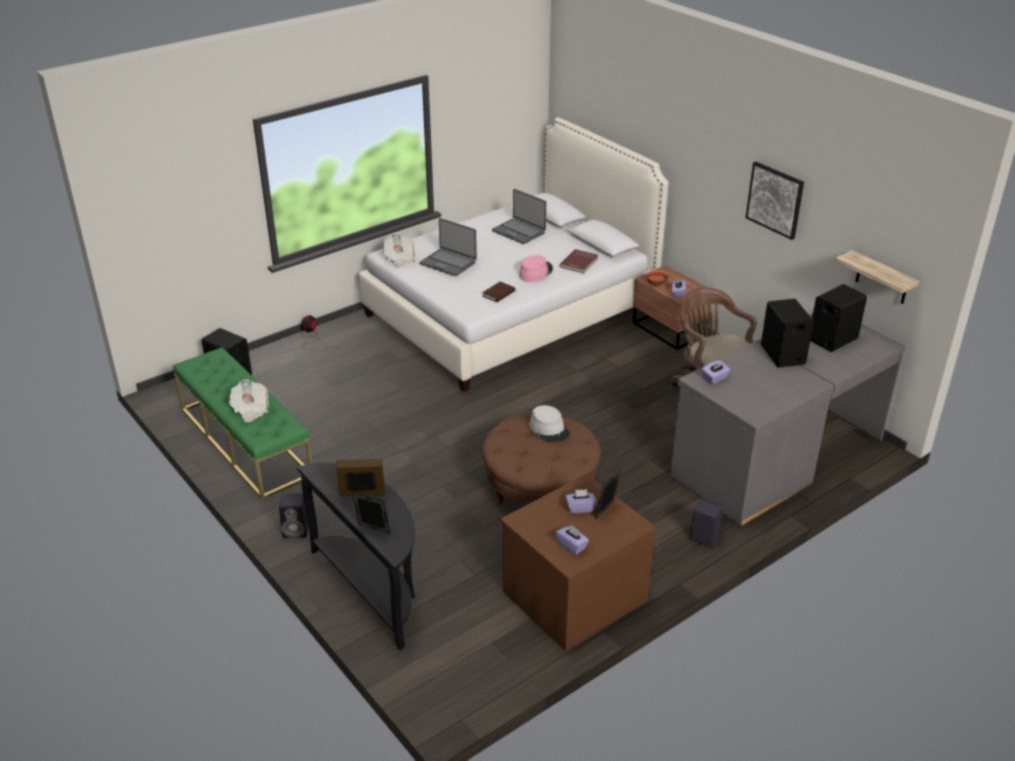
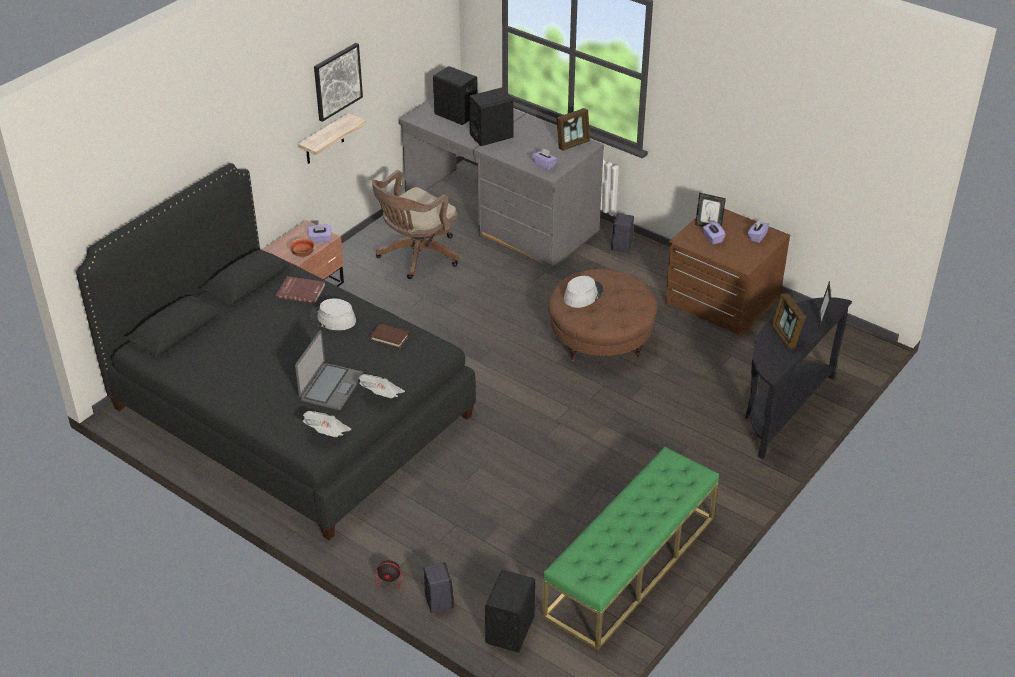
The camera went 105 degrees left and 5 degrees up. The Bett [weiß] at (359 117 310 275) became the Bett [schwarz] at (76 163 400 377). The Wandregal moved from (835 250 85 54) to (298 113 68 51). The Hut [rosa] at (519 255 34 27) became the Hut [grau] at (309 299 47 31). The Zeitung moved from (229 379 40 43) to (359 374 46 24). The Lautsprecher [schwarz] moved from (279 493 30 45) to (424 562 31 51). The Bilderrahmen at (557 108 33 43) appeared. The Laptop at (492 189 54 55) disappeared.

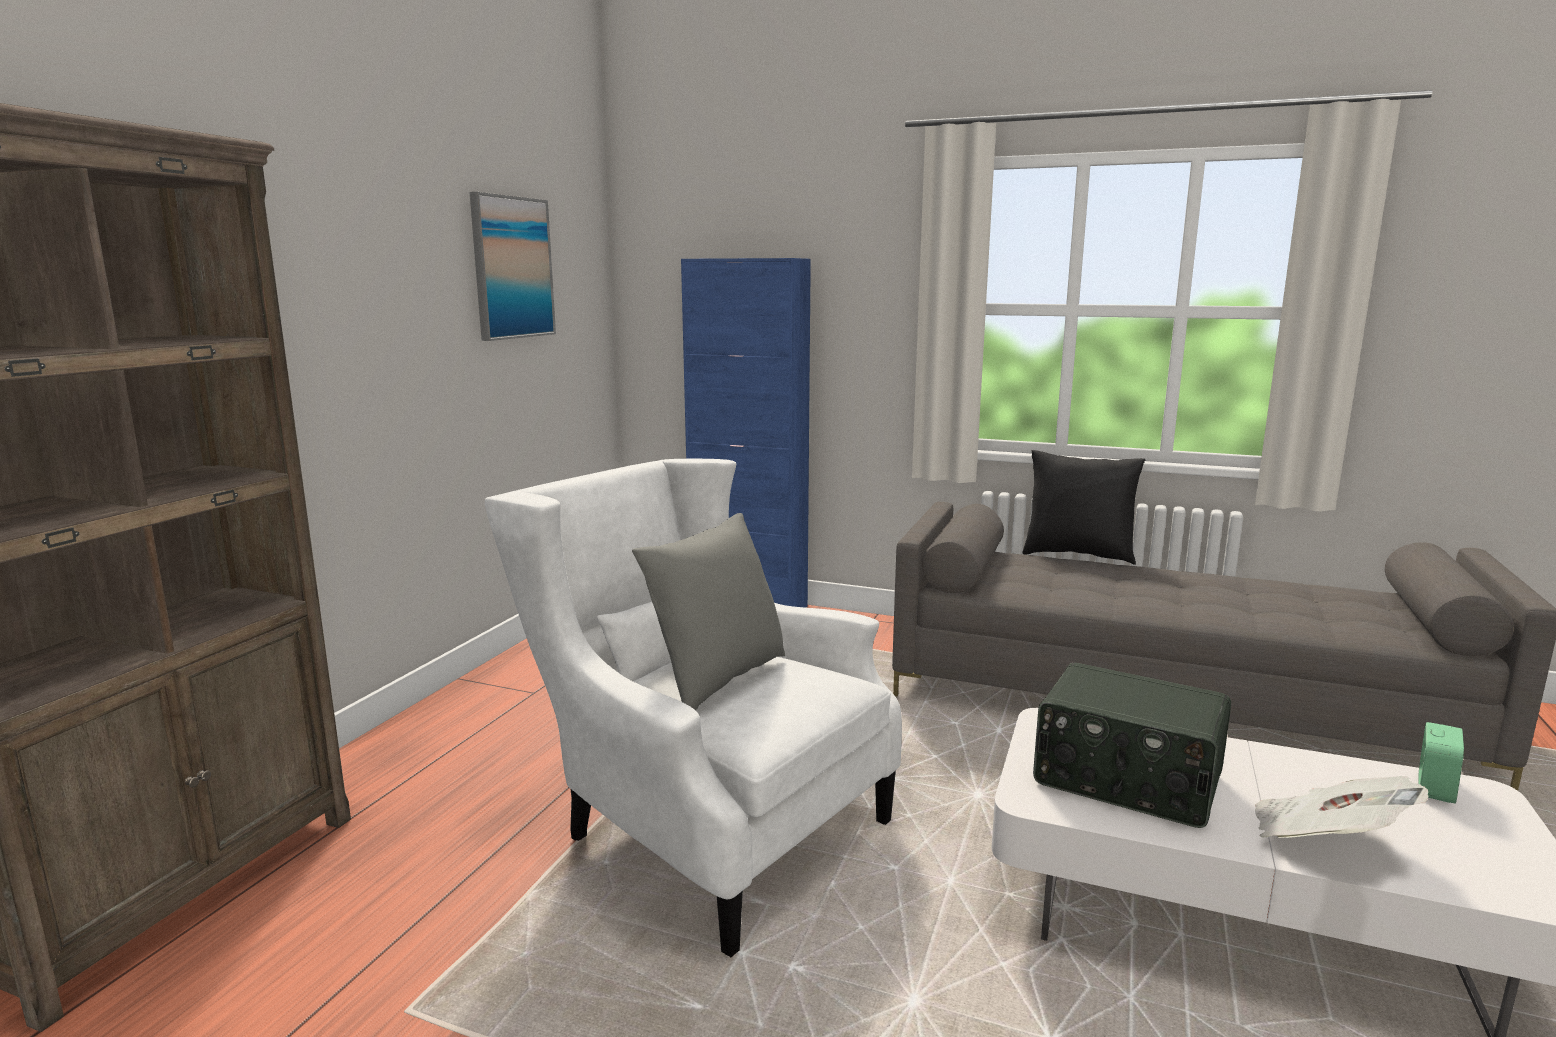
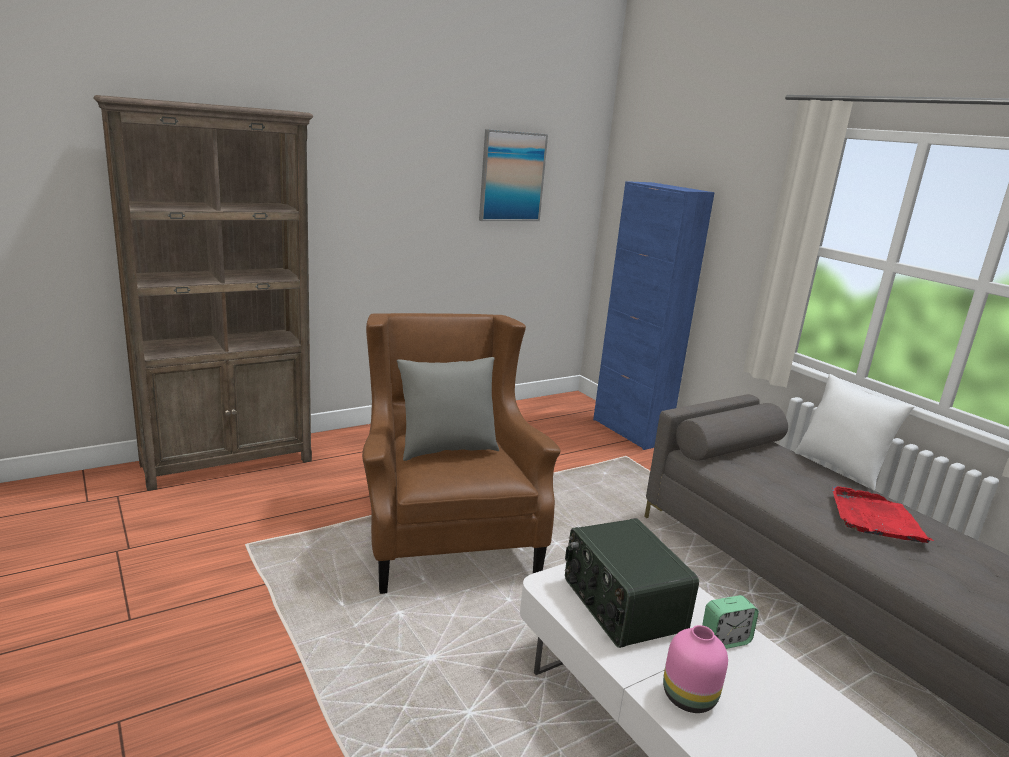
The camera went 35 degrees right and 5 degrees up. The Sessel [weiß] at (485 459 417 498) became the Sessel [braun] at (362 313 199 281). The Zeitung at (1255 776 174 62) was replaced by the Vase [rosa] at (663 625 65 88). The Wecker moved from (1418 722 46 82) to (702 595 57 54). The Kissen [schwarz] at (1022 450 123 115) became the Kissen [weiß] at (795 374 120 117). The Tablett [rot] at (832 486 102 57) appeared.

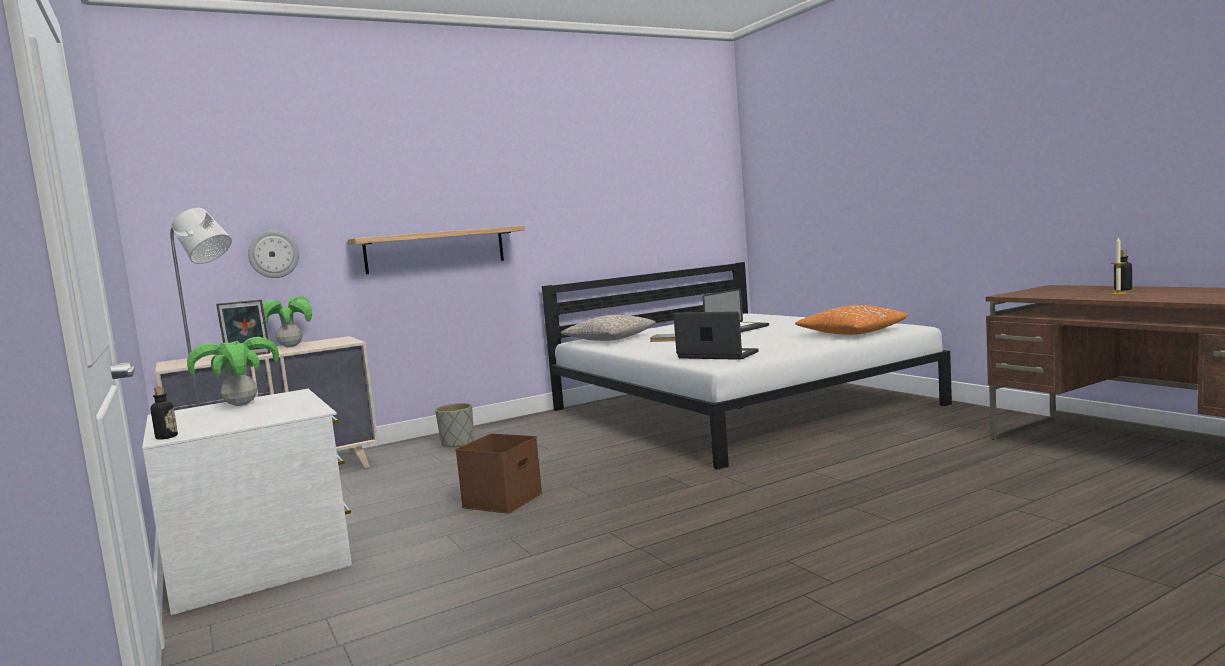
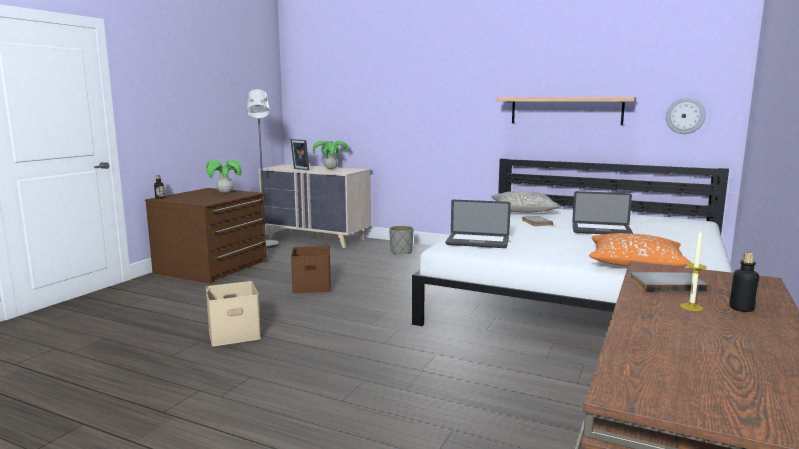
The camera went 55 degrees right and 5 degrees up. The Kommode [weiß] at (142 389 210 226) became the Kommode [braun] at (145 188 122 96). The Aufbewahrungsbox [beige] at (206 281 55 65) appeared. The Laptop at (674 311 85 49) turned 105 degrees clockwise. The Wandregal moved from (348 225 177 49) to (496 97 140 28). The Buch [grau] at (630 272 79 20) appeared. The Wanduhr moved from (248 230 51 48) to (666 98 40 36).

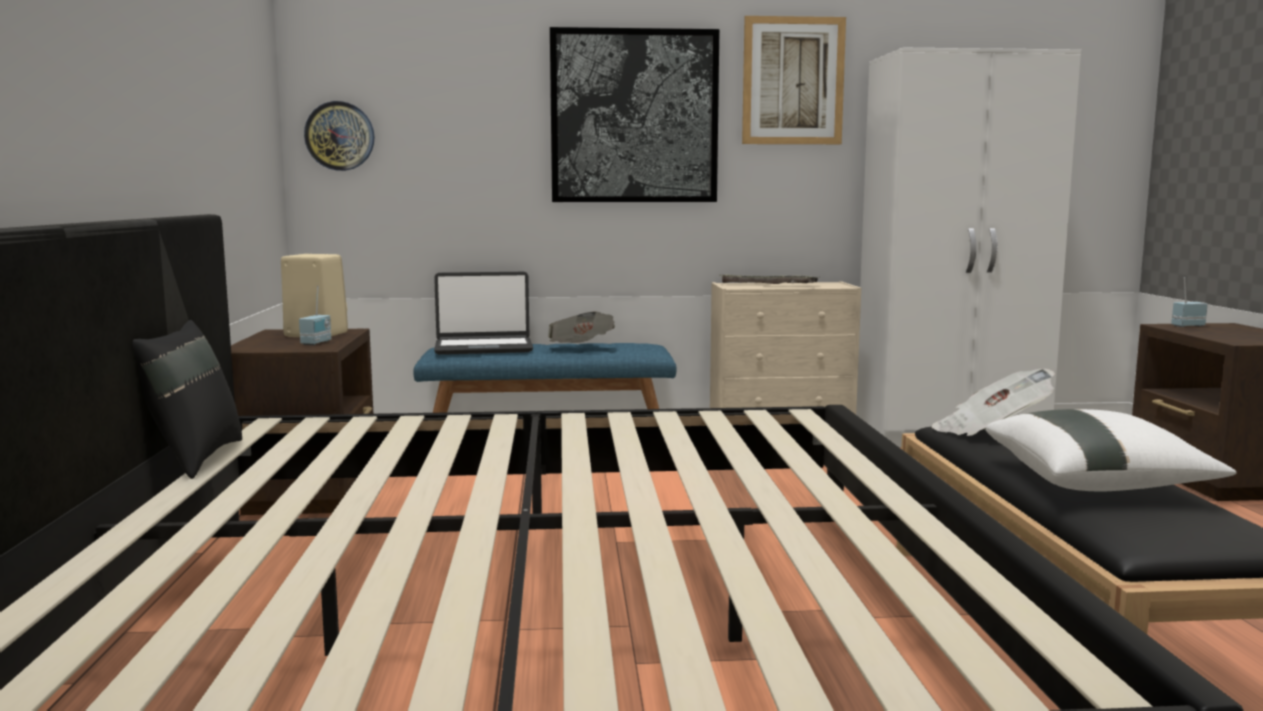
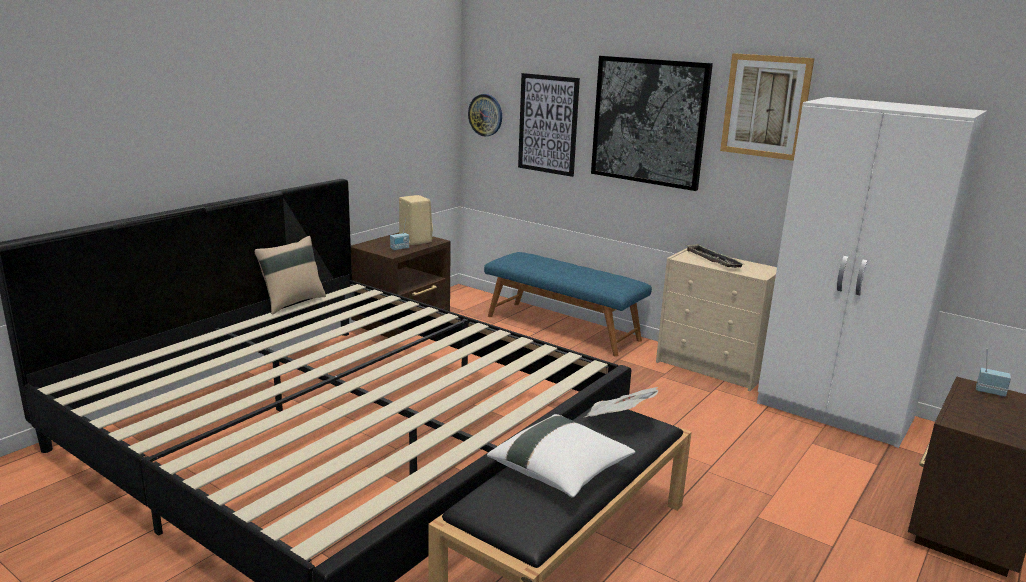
The camera went 40 degrees right and 10 degrees up. The Kissen [schwarz] at (133 320 109 159) became the Kissen [beige] at (255 236 71 79). The Bild at (518 73 62 104) appeared. The Laptop at (434 272 99 83) disappeared. The Zeitung at (548 312 67 31) disappeared.

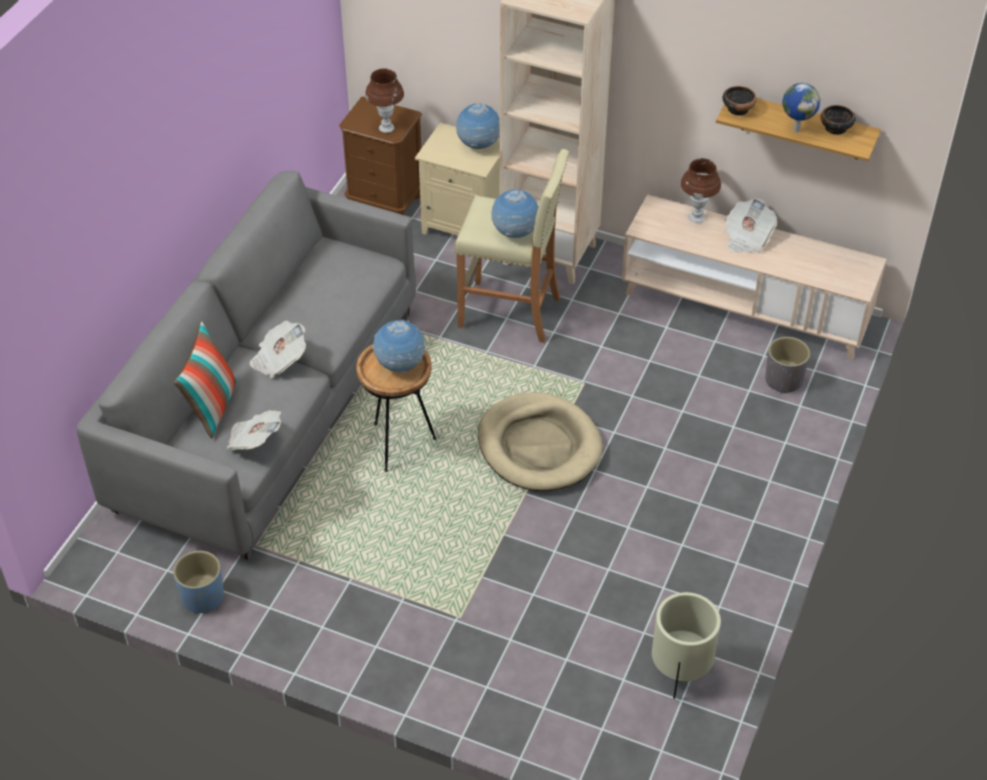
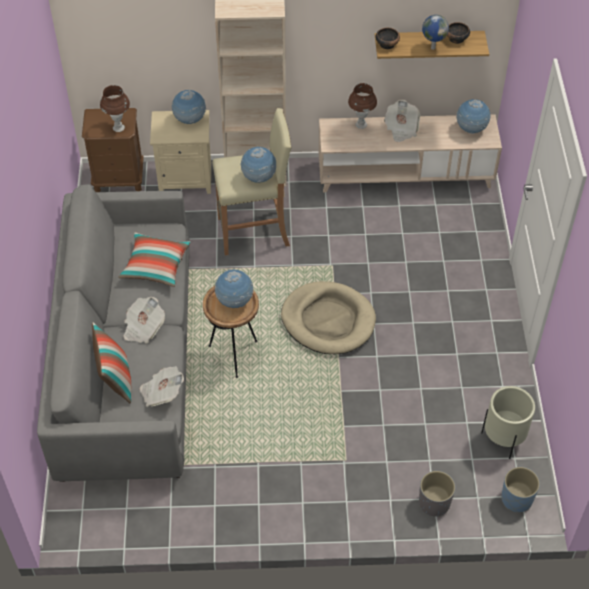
The camera went 25 degrees left and 5 degrees up. The Kissen at (118 232 72 55) appeared. The Pflanzkübel [grau] moved from (765 337 45 57) to (419 471 36 46). The Globus at (456 99 34 35) appeared. The Pflanzkübel [blau] moved from (173 551 51 63) to (501 467 39 45).

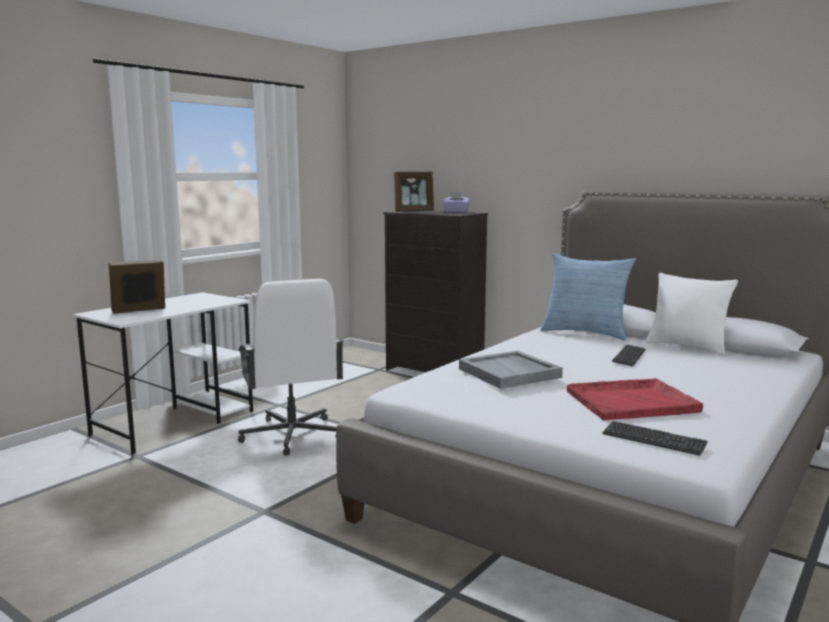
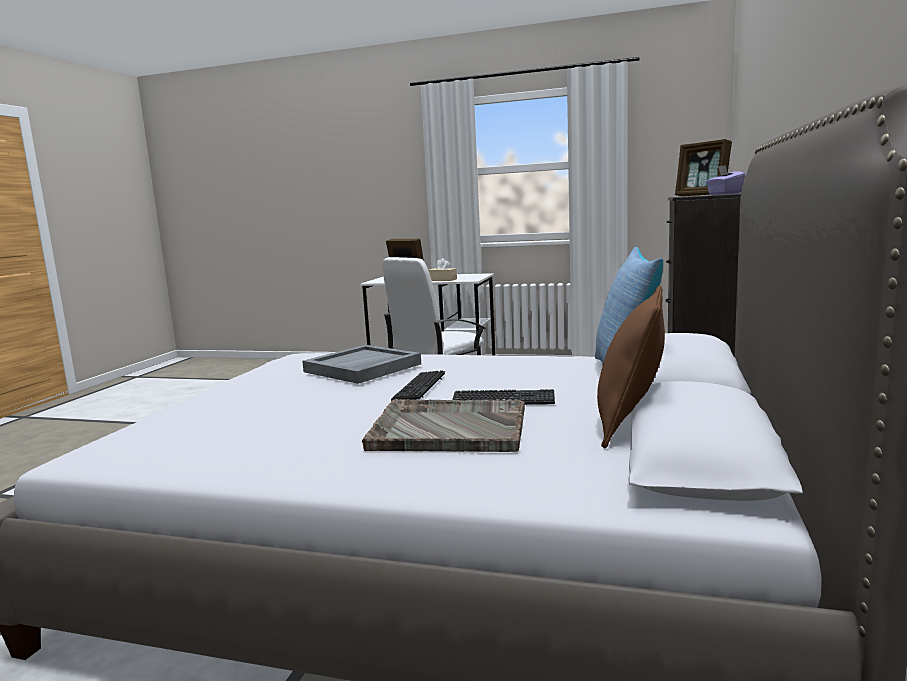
The camera went 70 degrees right and 0 degrees up. The Tablett [grau] at (362 399 163 53) appeared. The Tastatur moved from (603 421 105 35) to (391 370 54 31). The Taschentuchbox [beige] at (428 258 29 23) appeared. The Kissen [weiß] at (646 273 92 82) became the Kissen [braun] at (597 285 68 164). The Tablett [rot] at (567 378 136 42) disappeared.

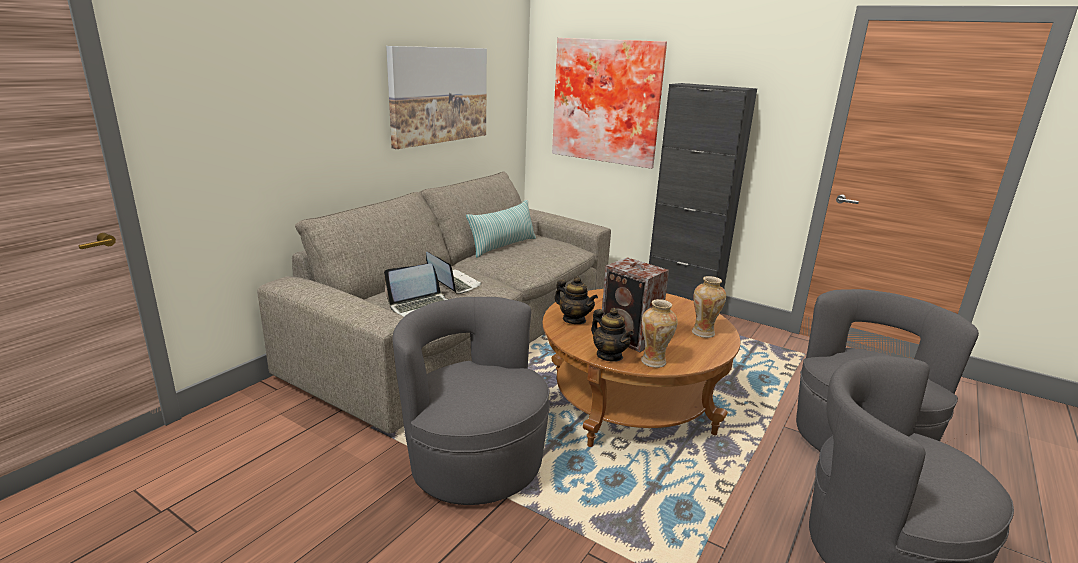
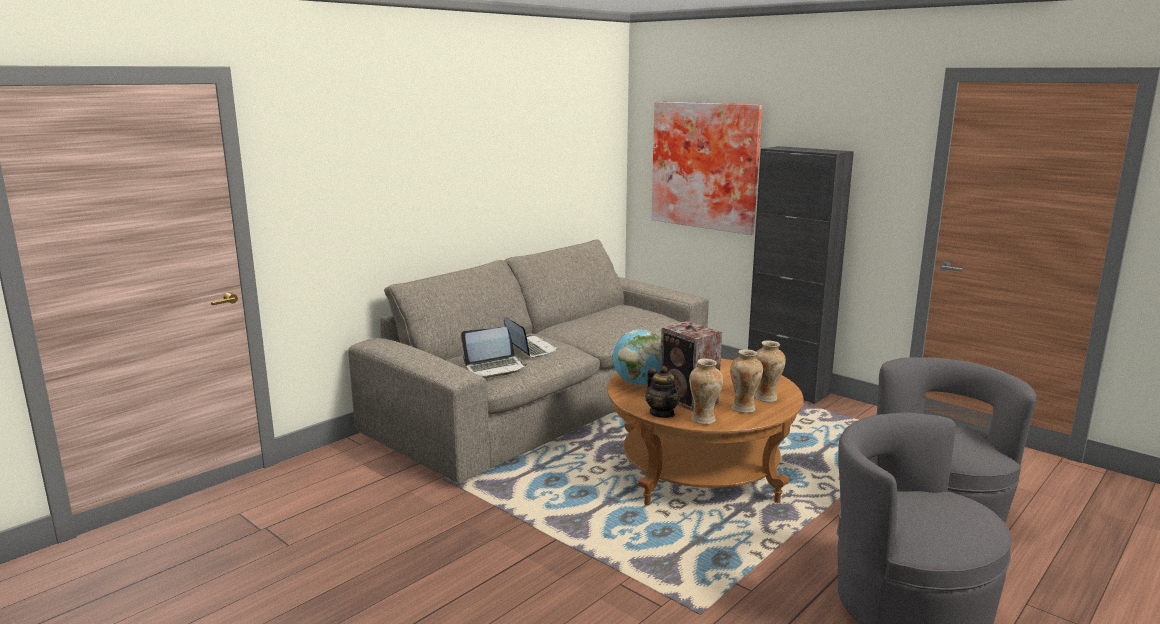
The camera went 10 degrees right and 5 degrees down. The Teekanne at (555 276 43 48) was replaced by the Globus at (612 329 49 56). The Vase at (730 349 33 64) appeared. The Bild at (386 46 101 103) disappeared. The Sessel [grau] at (393 297 157 208) disappeared. The Kissen at (466 200 70 58) disappeared.

